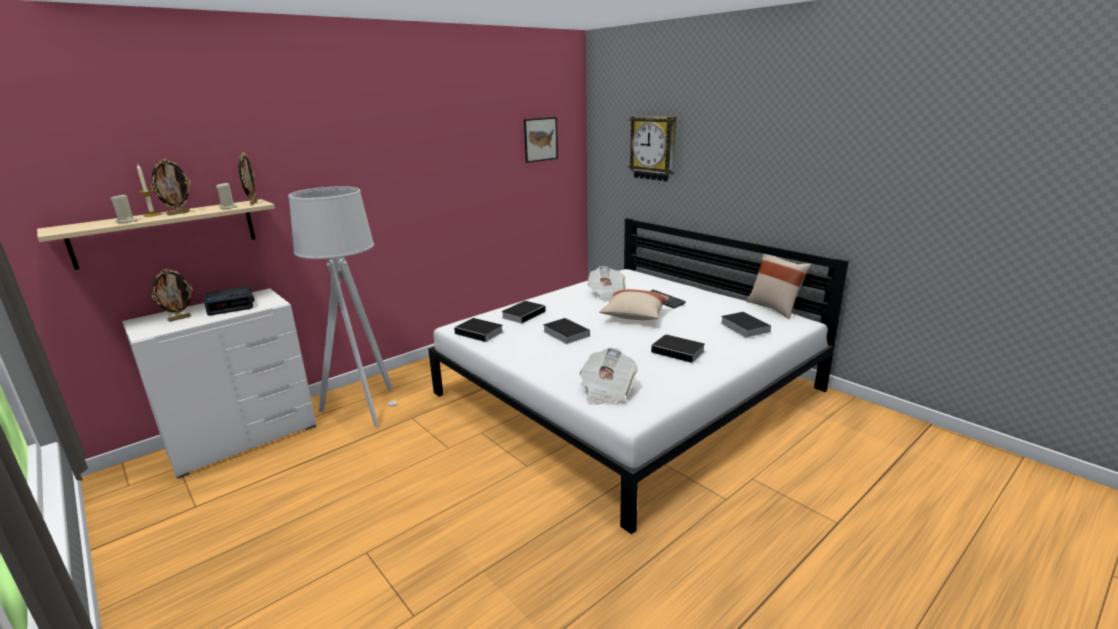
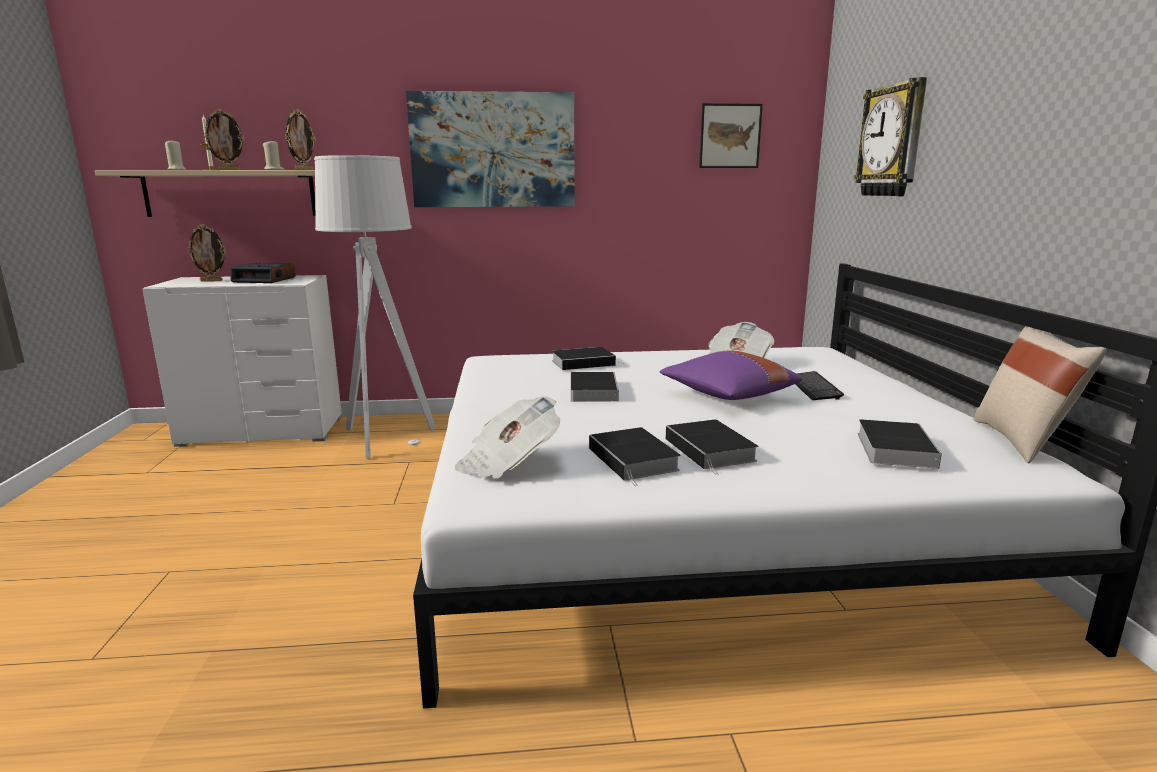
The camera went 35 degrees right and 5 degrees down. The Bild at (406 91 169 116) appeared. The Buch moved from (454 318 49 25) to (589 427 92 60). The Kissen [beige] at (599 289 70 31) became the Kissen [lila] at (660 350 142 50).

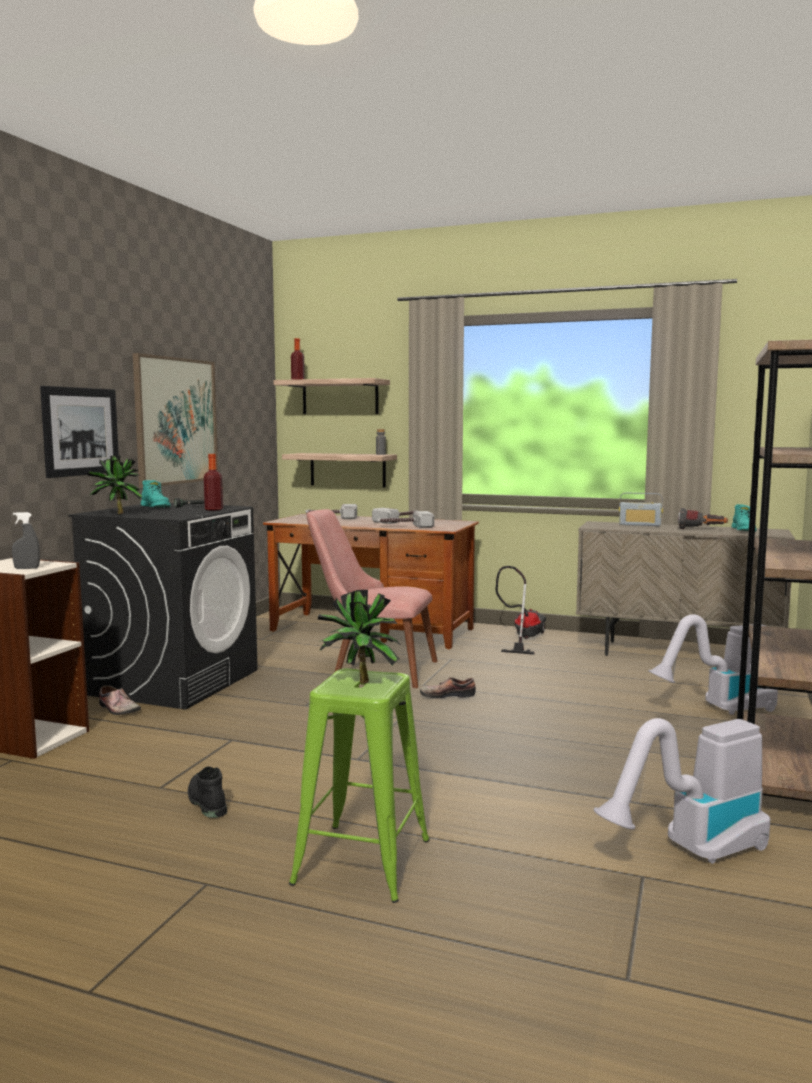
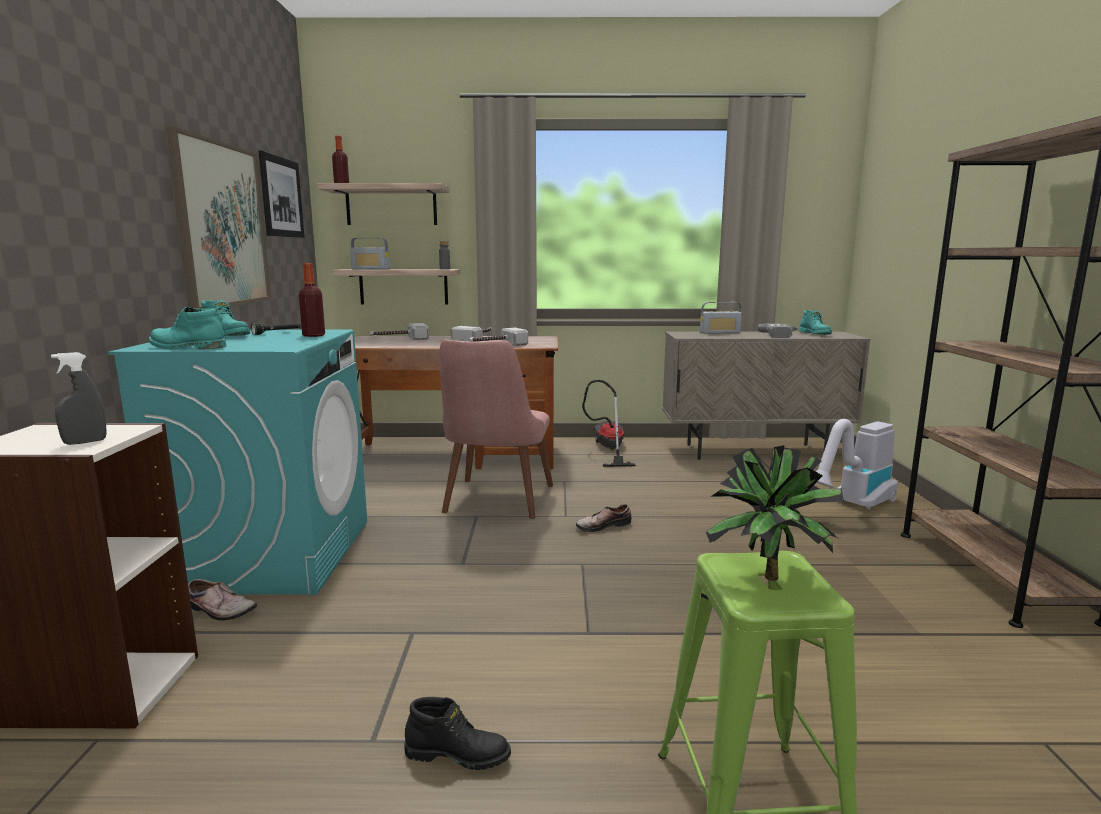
The camera went 20 degrees left and 5 degrees up. The Waschmaschine [schwarz] at (68 503 190 207) became the Waschmaschine [türkis] at (108 330 259 265). The Topfpflanze at (87 455 56 59) was replaced by the Stiefel [türkis] at (149 307 77 43). The Bild moved from (40 386 79 92) to (258 150 47 88). The Radio at (350 238 40 32) appeared. The Stiefel [schwarz] at (188 766 39 52) turned 150 degrees clockwise. The Stuhl [rosa] at (307 509 131 179) turned 75 degrees counterclockwise. The Taschenlampe at (678 508 50 21) was replaced by the Bohrmaschine at (757 323 41 15). The Staubsauger at (594 718 176 146) disappeared.

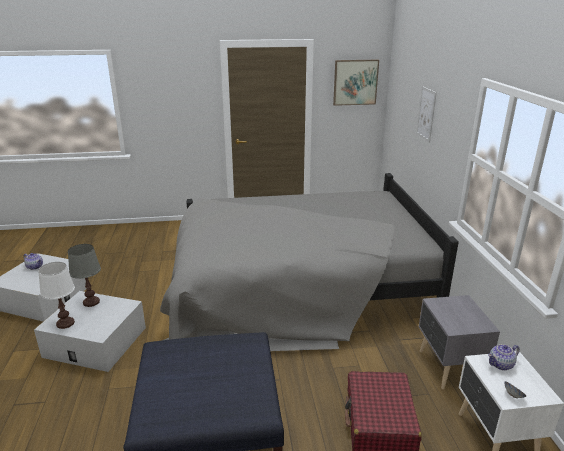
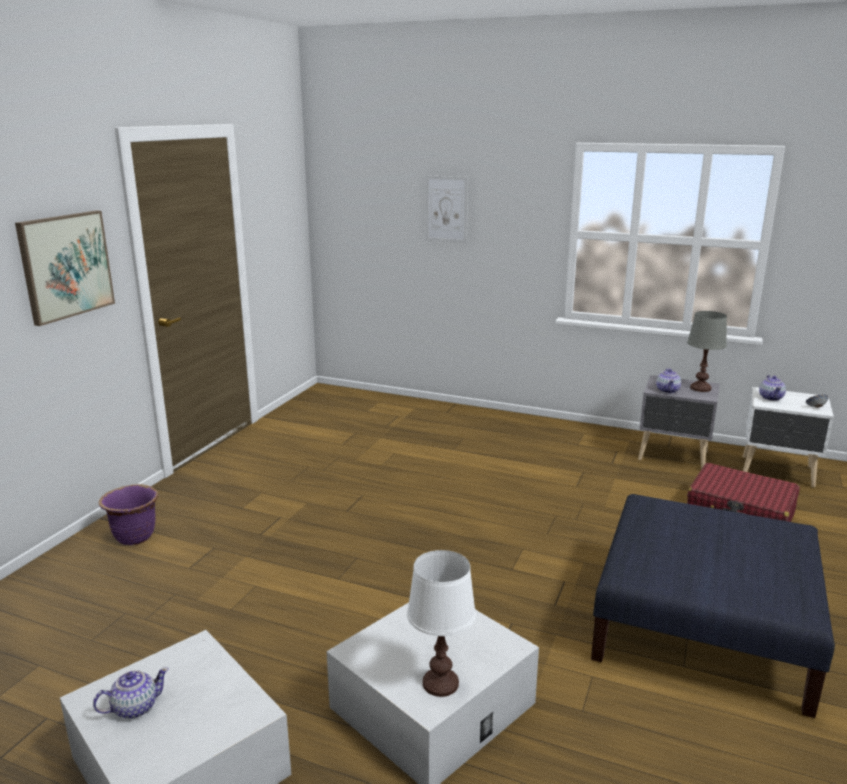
The camera went 60 degrees left and 5 degrees down. The Bild moved from (333 60 46 46) to (15 210 100 116). The Pflanzkübel [lila] at (99 484 59 61) appeared. The Teekanne at (656 369 25 24) appeared. The Tischlampe [grau] moved from (68 244 33 63) to (687 311 40 81). The Bett [grau] at (160 173 299 178) disappeared.

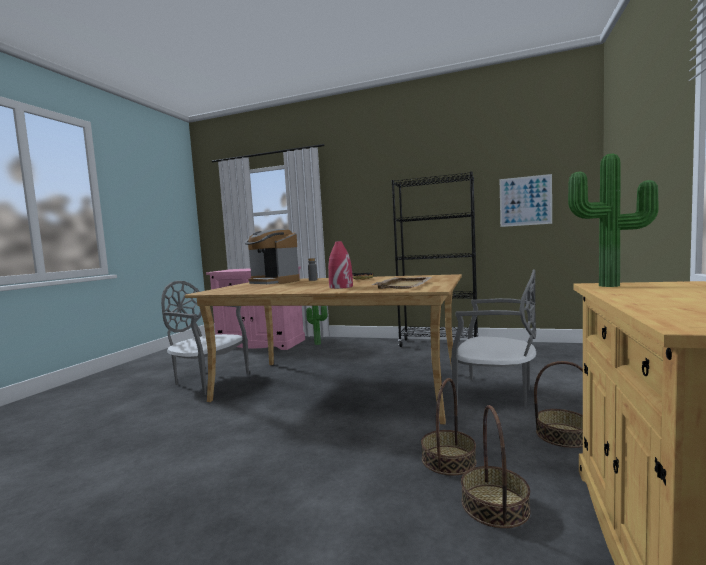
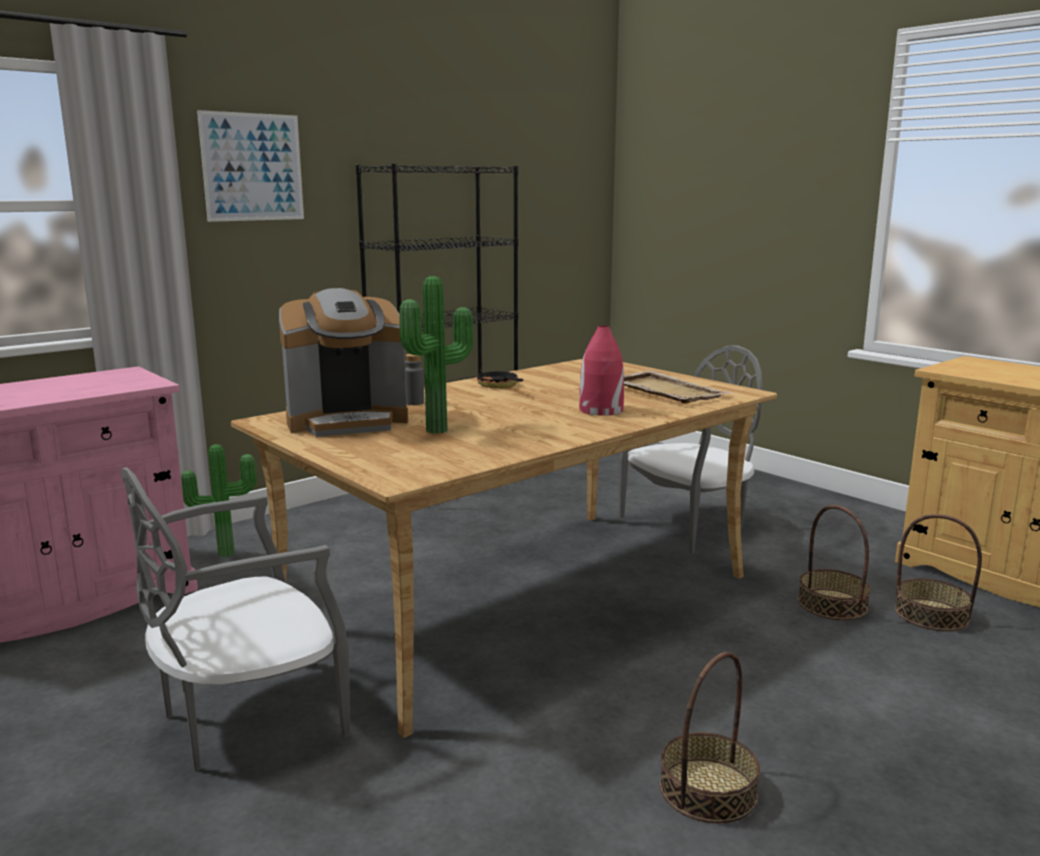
The camera went 60 degrees left and 10 degrees up. The Bild moved from (500 174 52 53) to (197 110 107 112). The Topfpflanze moved from (568 154 90 133) to (399 276 75 158). The Korb moved from (534 361 49 87) to (660 652 100 171).

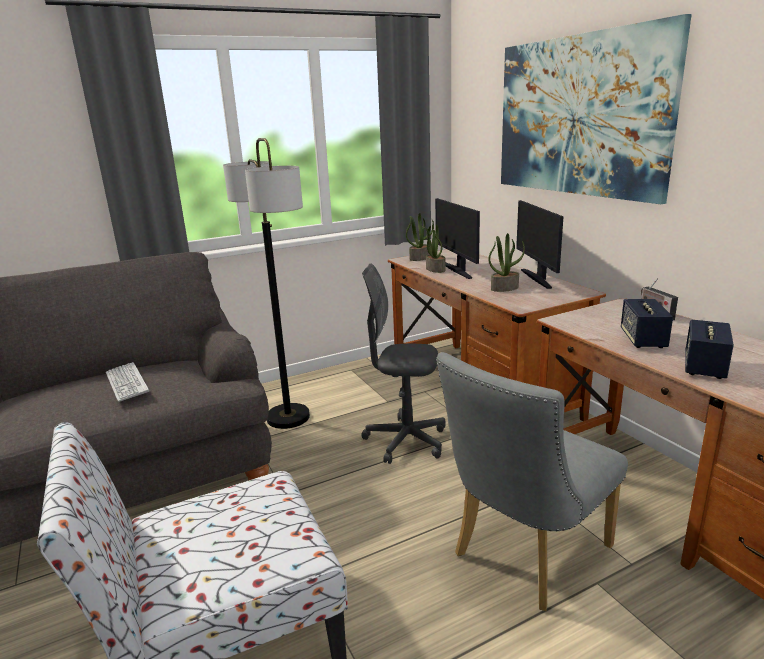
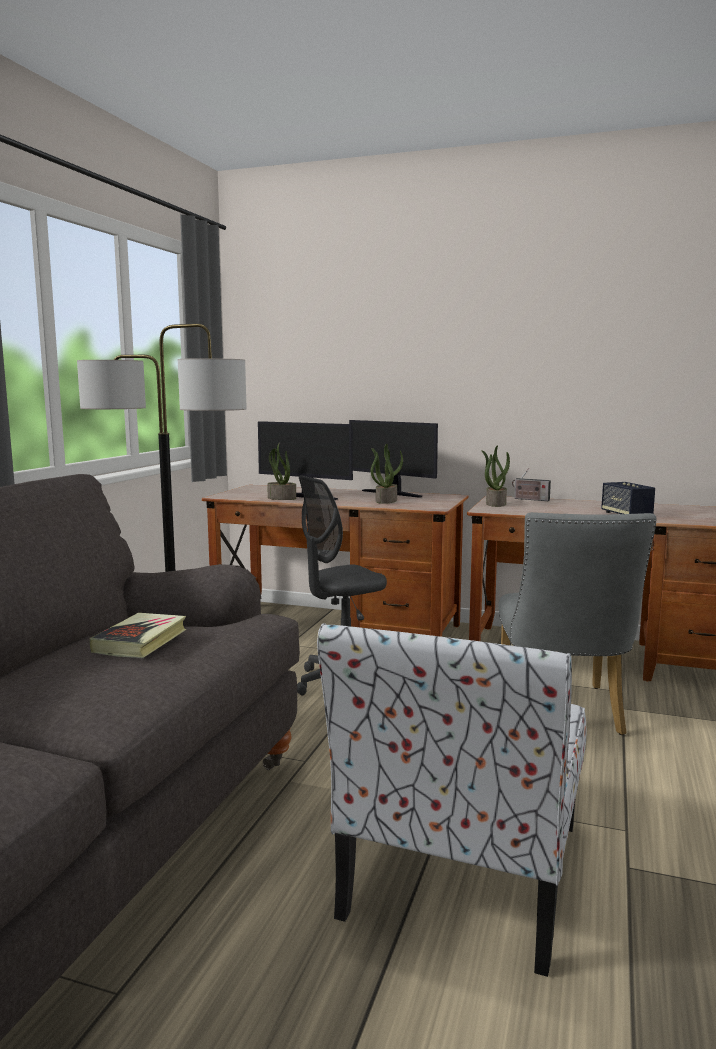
The camera went 45 degrees left and 10 degrees down. The Tastatur at (106 362 43 40) was replaced by the Buch at (89 613 97 45). The Topfpflanze moved from (406 213 28 48) to (481 445 29 62). The Bild at (501 14 191 190) disappeared. The Lautsprecher at (621 299 52 49) disappeared.

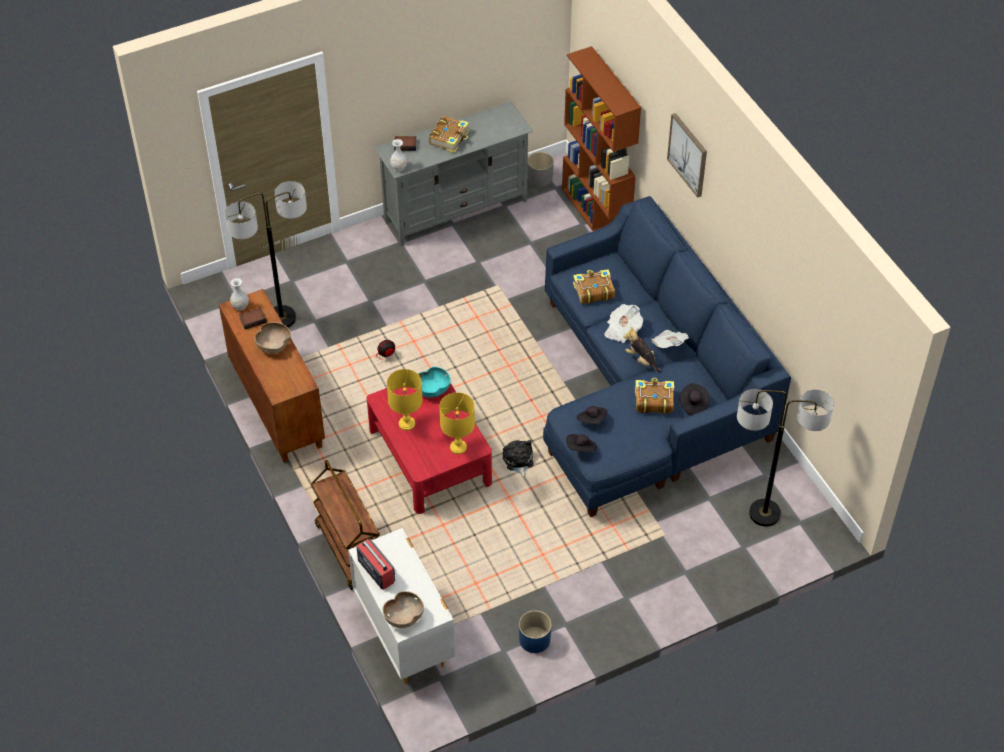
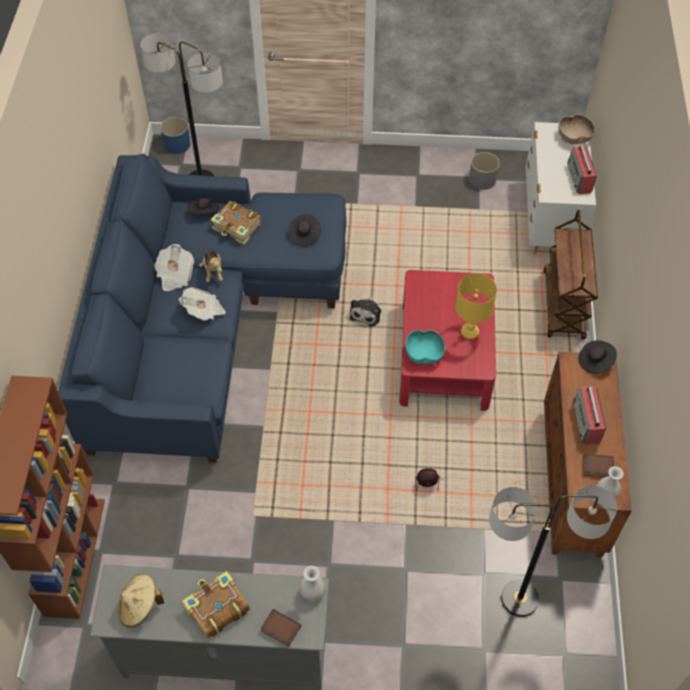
The camera went 150 degrees left and 5 degrees up. The Hut [beige] at (118 574 46 53) appeared. The Pflanzkübel [blau] moved from (519 611 33 42) to (160 117 30 37). The Pflanzkübel [grau] moved from (527 152 27 35) to (469 152 31 38). The Schüssel [braun] at (255 322 36 32) was replaced by the Radio at (573 386 33 59). The Hut [schwarz] moved from (566 434 31 18) to (578 340 39 34). The Tischlampe [gelb] at (440 392 35 62) disappeared. The Buch at (573 269 42 35) disappeared. The Bild at (667 113 40 85) disappeared.

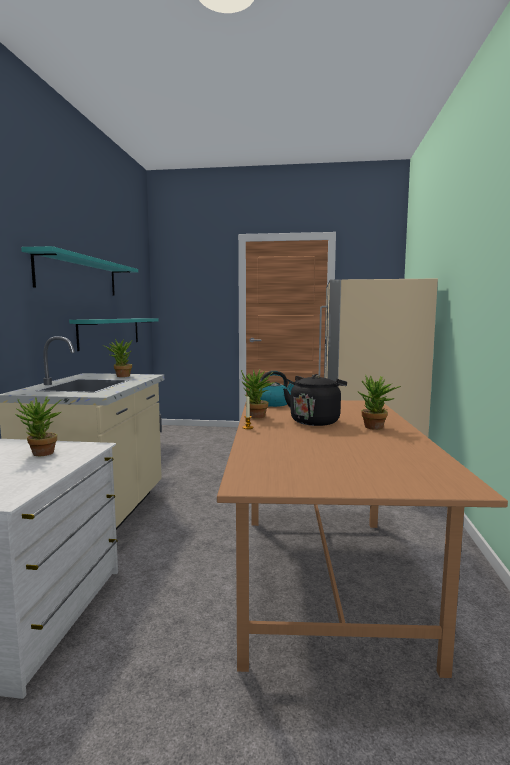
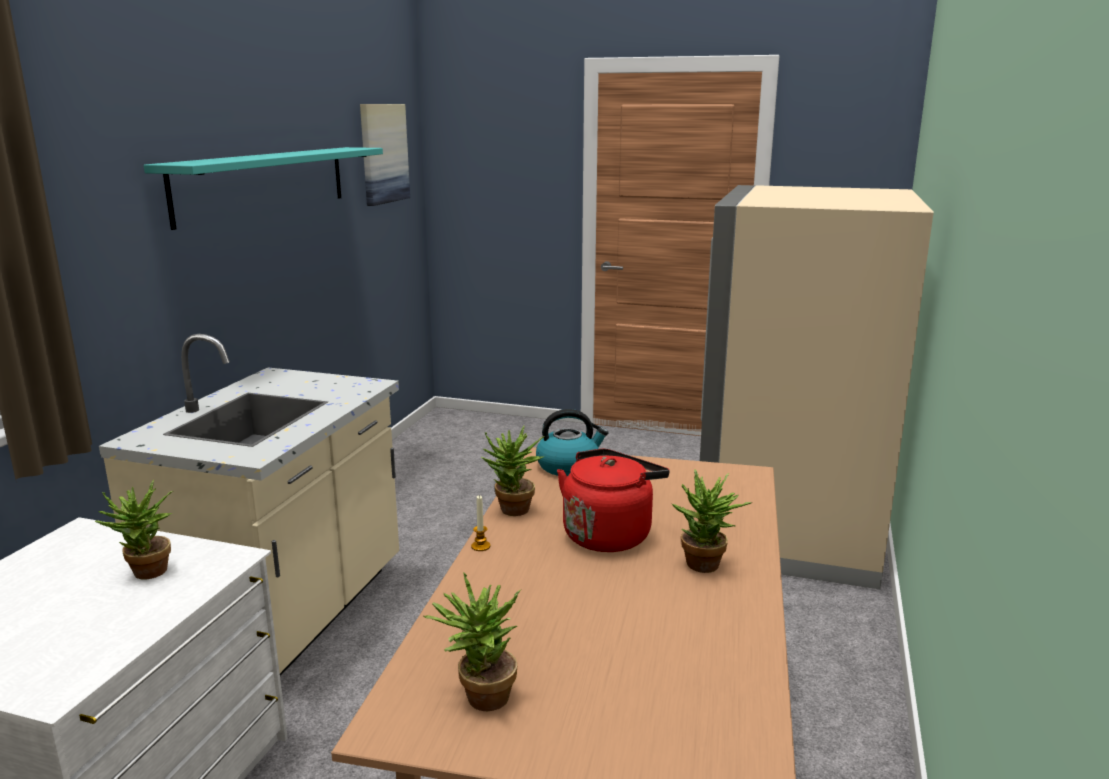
The camera went 10 degrees right and 10 degrees up. The Bild at (360 104 50 102) appeared. The Topfpflanze moved from (104 338 28 39) to (424 573 97 138). The Wasserkessel [schwarz] at (283 374 64 52) became the Wasserkessel [rot] at (557 448 113 104). The Wandregal [türkis] at (69 318 90 33) disappeared.

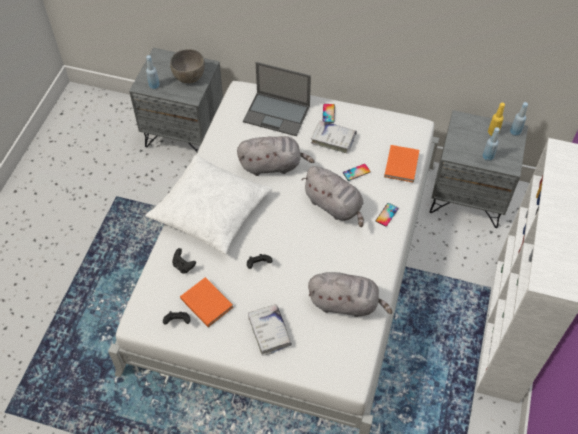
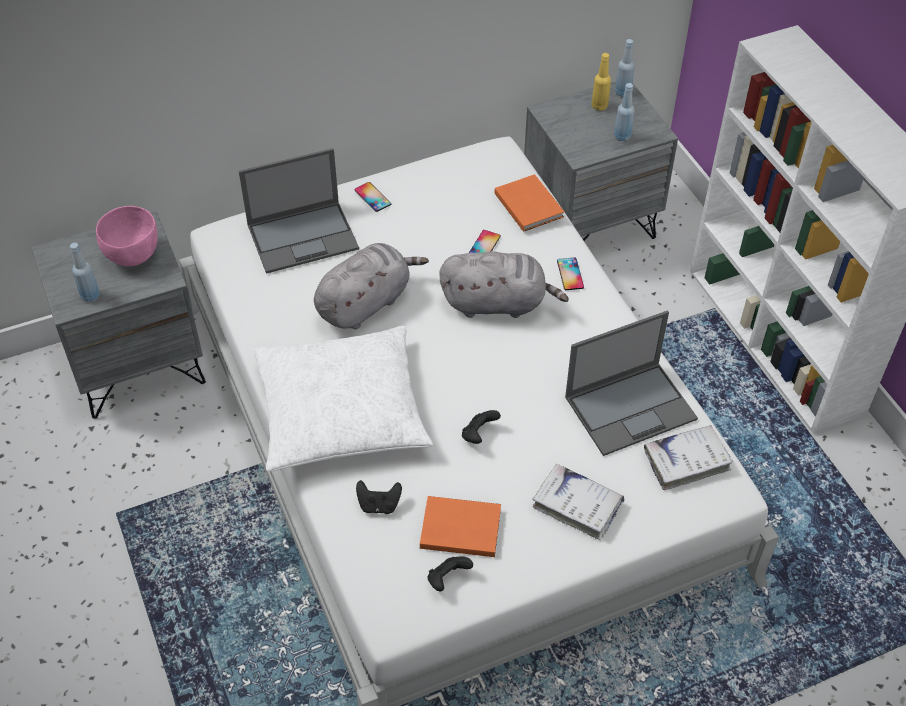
The camera went 40 degrees left and 5 degrees down. The Schüssel [grau] at (170 49 35 34) became the Schüssel [rosa] at (96 206 62 60). The Plüschtier [grau] at (308 272 84 45) was replaced by the Laptop at (565 310 133 146). The Buch [weiß] moved from (311 120 46 34) to (644 425 89 65).

